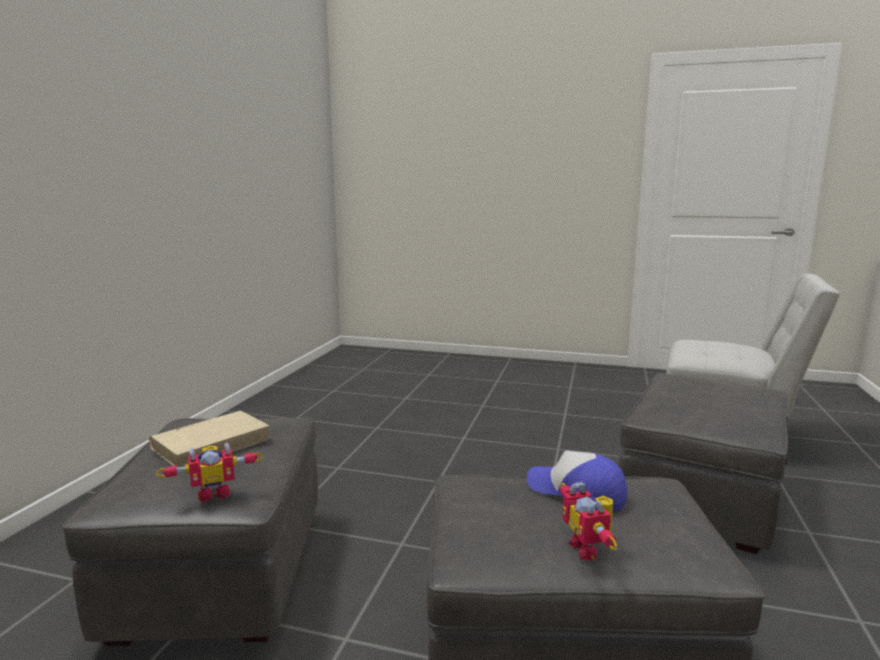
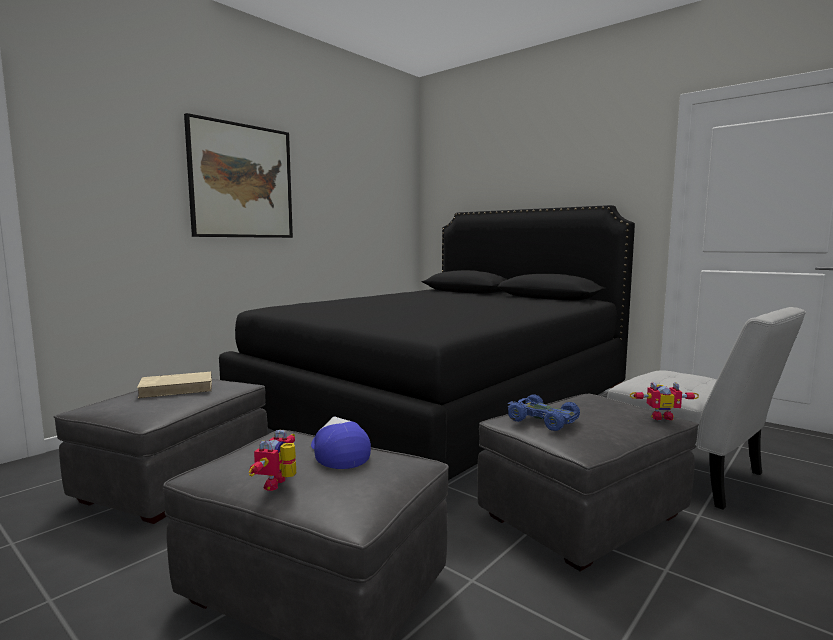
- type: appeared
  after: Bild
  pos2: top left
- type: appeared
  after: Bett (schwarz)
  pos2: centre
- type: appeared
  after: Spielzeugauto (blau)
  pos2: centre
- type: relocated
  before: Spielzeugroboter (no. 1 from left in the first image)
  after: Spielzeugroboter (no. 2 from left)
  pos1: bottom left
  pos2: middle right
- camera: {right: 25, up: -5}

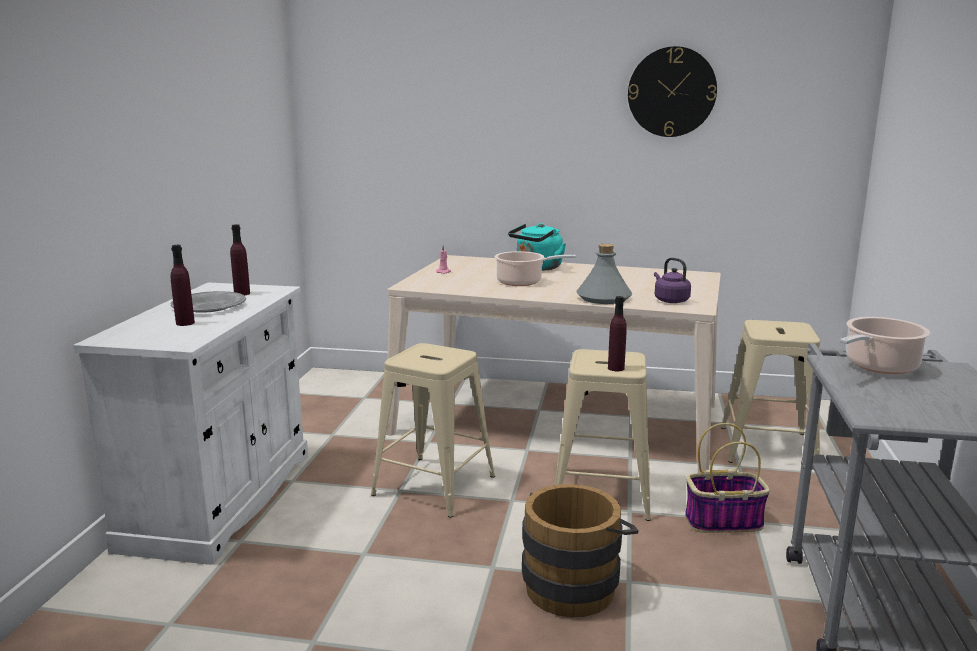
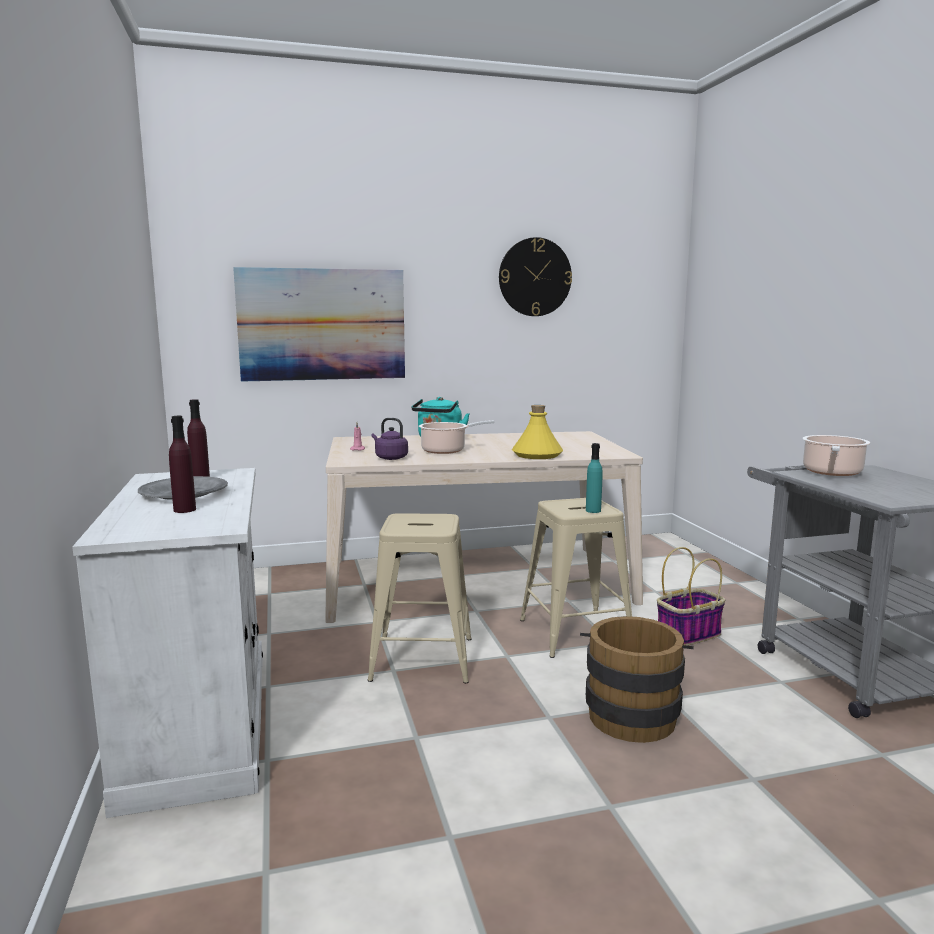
- type: appeared
  after: Bild
  pos2: centre
- type: relocated
  before: Wasserkessel (lila)
  pos1: middle right
  pos2: centre
- type: colour
  before: Flasche (grau)
  after: Flasche (gelb)
  pos1: centre
  pos2: centre
- type: colour
  before: Flasche (lila) (no. 3 from left)
  after: Flasche (türkis)
  pos1: centre
  pos2: centre
- type: missing
  before: Hocker (beige) (no. 3 from left)
  pos1: middle right
- camera: {right: -25, up: -5}

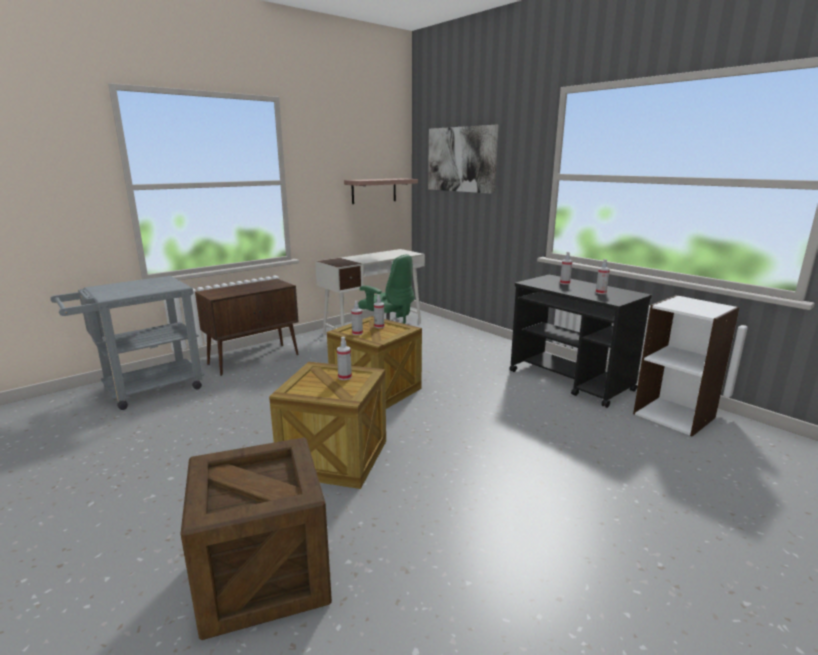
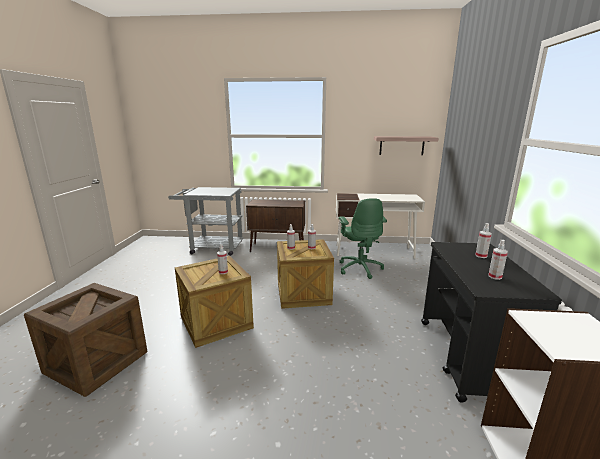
- type: missing
  before: Bild
  pos1: top centre
- camera: {right: 45, up: 0}

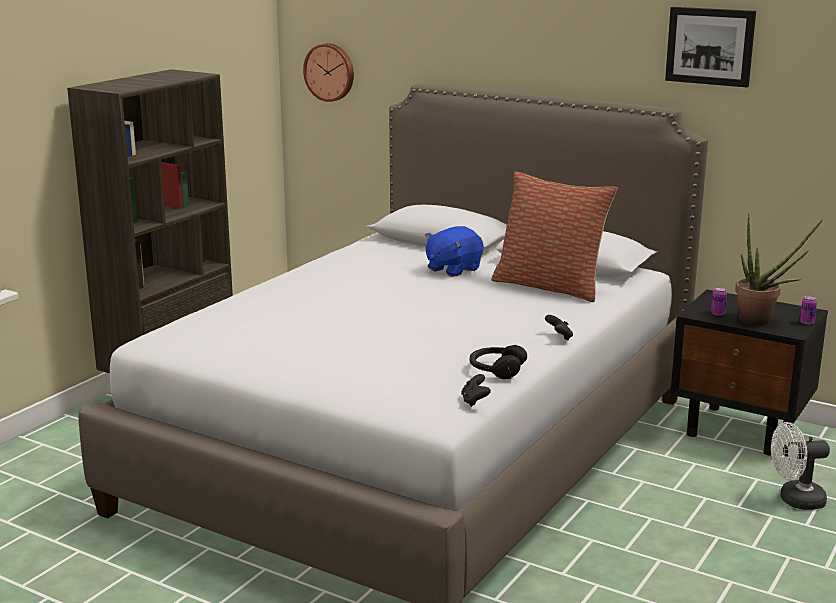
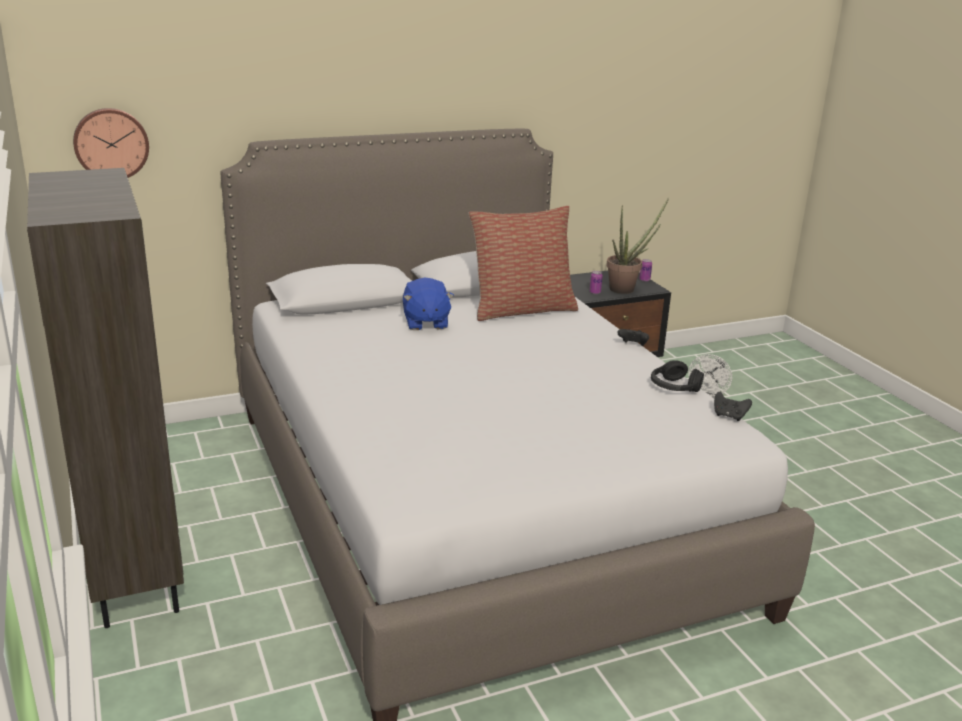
- type: missing
  before: Bild
  pos1: top right
- camera: {right: -55, up: 5}

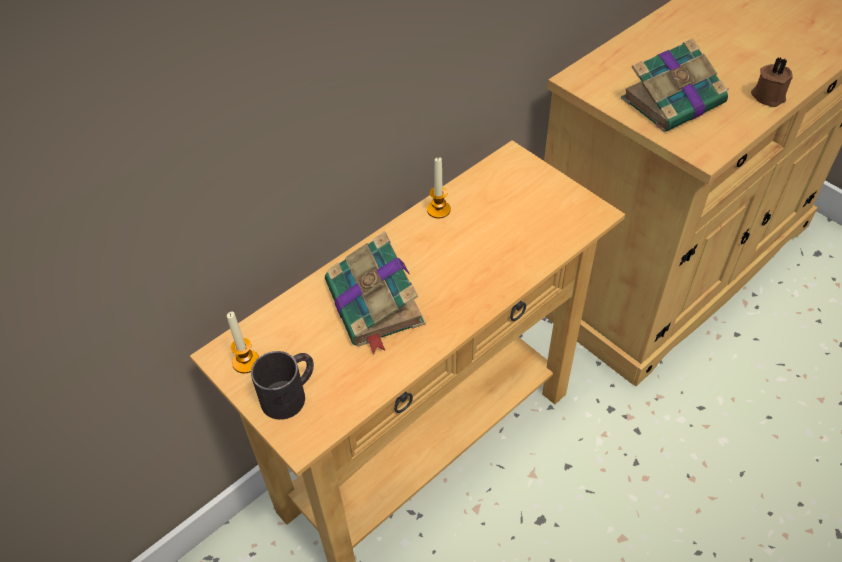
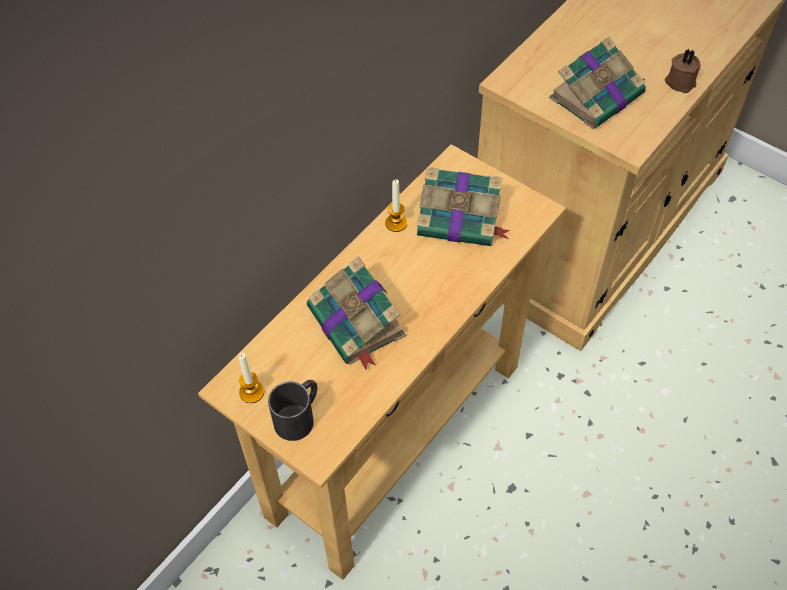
- type: appeared
  after: Buch (no. 2 from left)
  pos2: centre
- camera: {right: -10, up: 5}

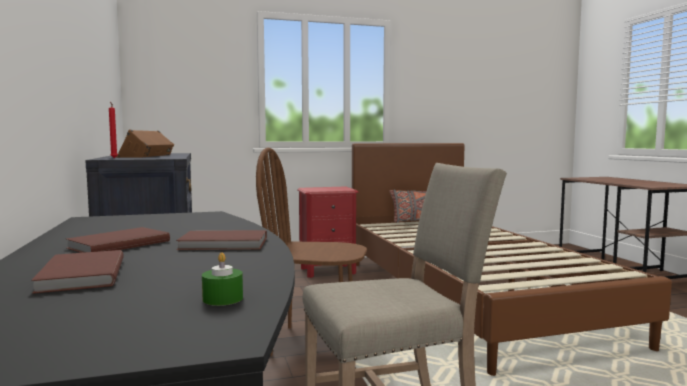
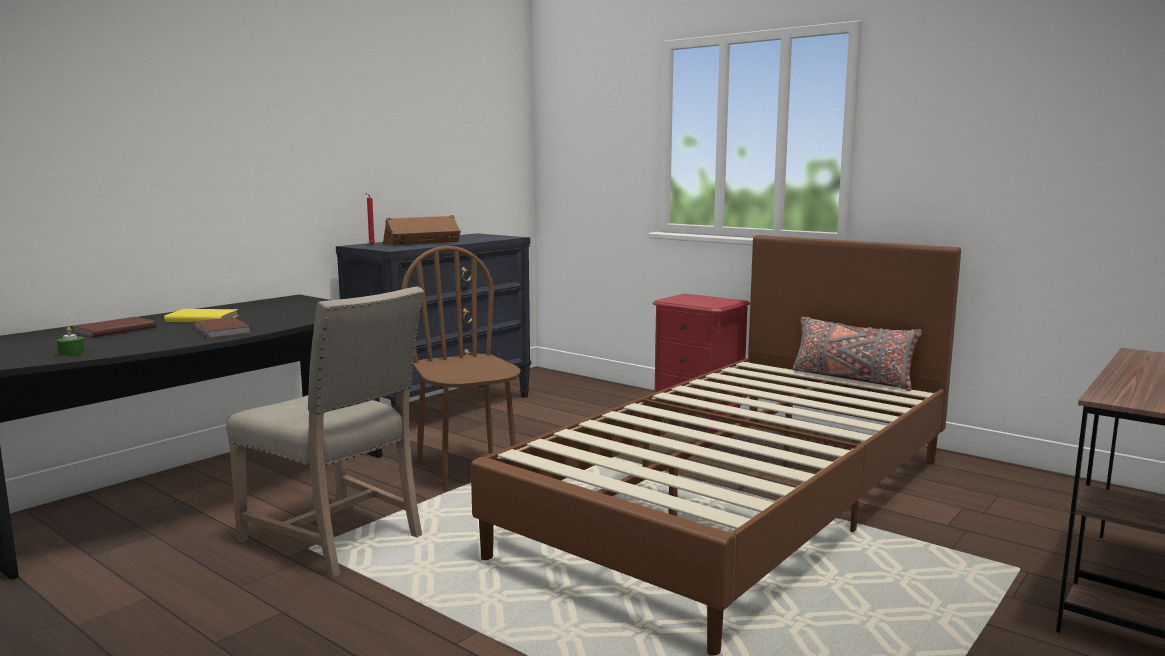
- type: colour
  before: Buch (braun) (no. 2 from left)
  after: Buch (gelb)
  pos1: middle left
  pos2: middle left
- camera: {right: 55, up: 5}

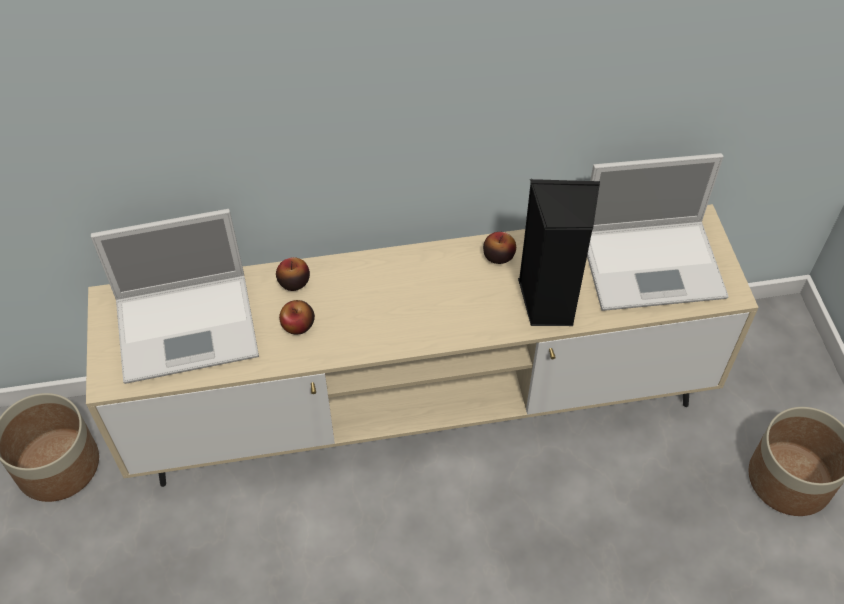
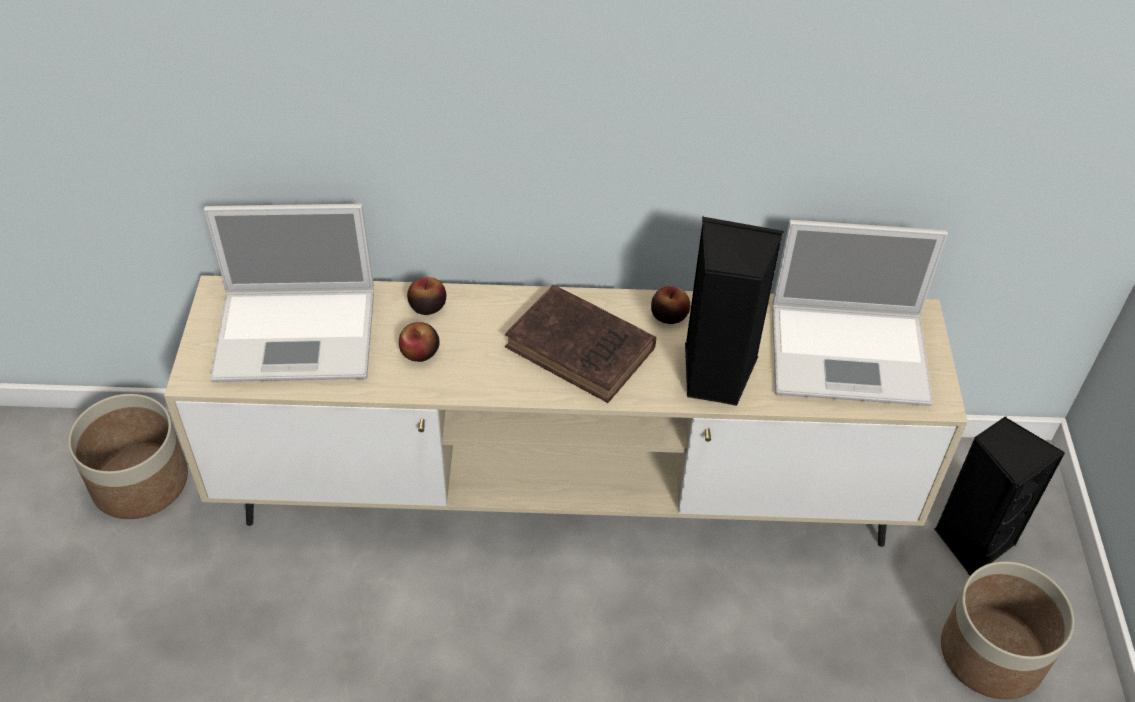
- type: appeared
  after: Buch (braun)
  pos2: centre
- type: appeared
  after: Lautsprecher (schwarz) (no. 2 from left)
  pos2: bottom right
- camera: {right: 10, up: -5}

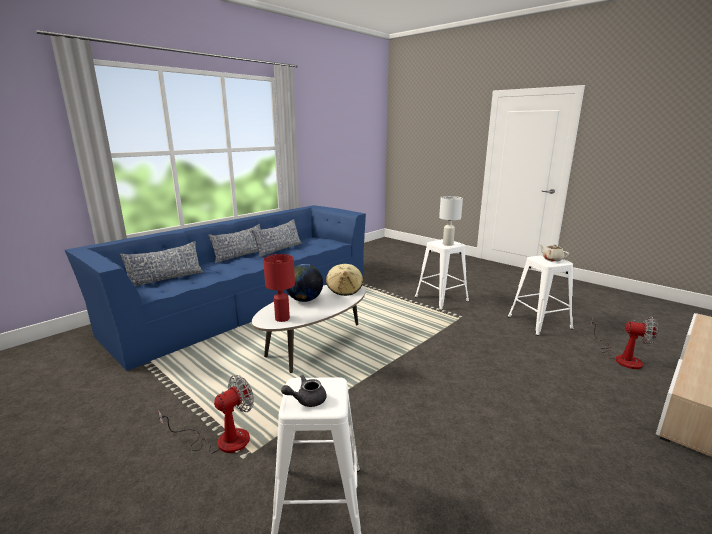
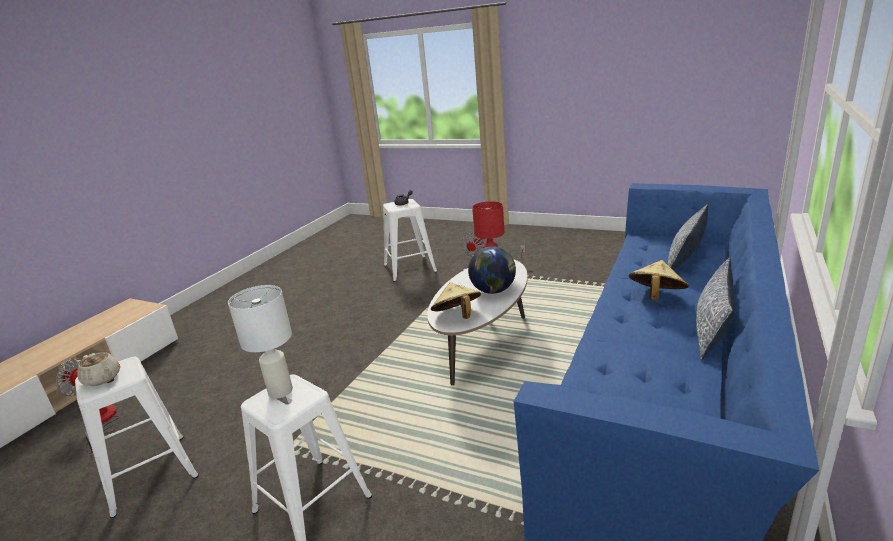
- type: appeared
  after: Hut (beige) (no. 2 from left)
  pos2: middle right
- type: missing
  before: Kissen (no. 3 from left)
  pos1: centre
- camera: {right: 165, up: 5}

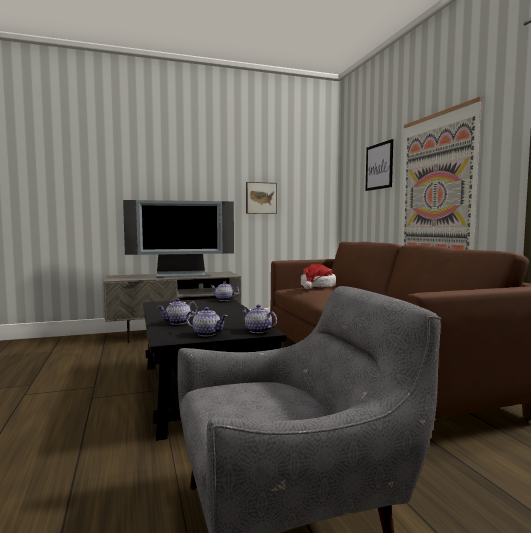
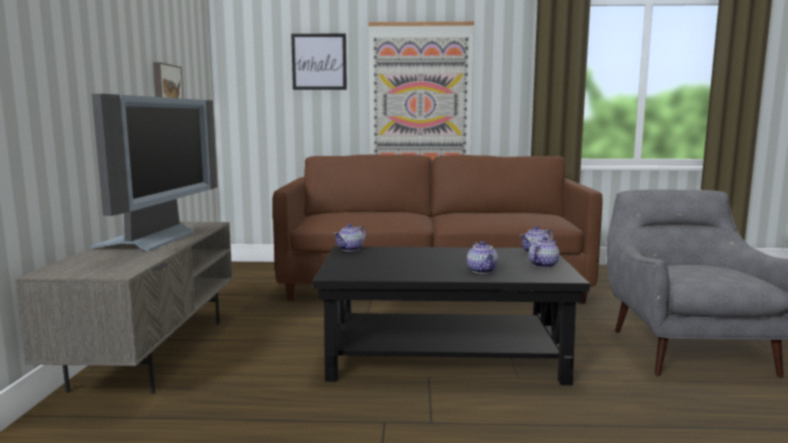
- type: missing
  before: Hut
  pos1: centre
- camera: {right: -70, up: 5}

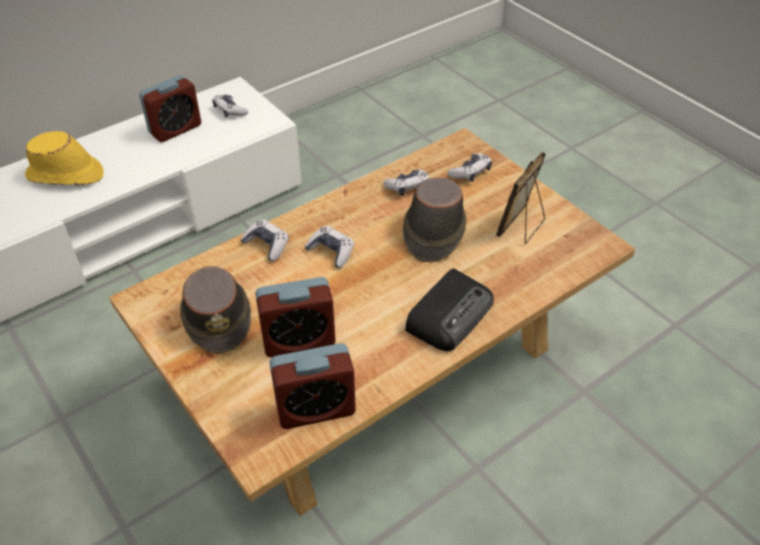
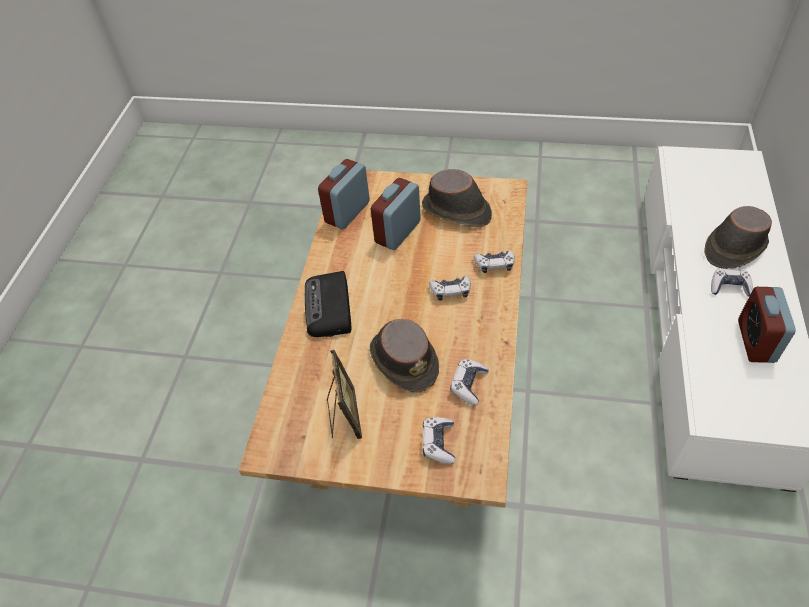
- type: colour
  before: Hut (gelb)
  after: Hut (braun) (no. 3 from left)
  pos1: top left
  pos2: middle right
- type: relocated
  before: Gamepad (no. 1 from left in the first image)
  after: Gamepad (no. 5 from left)
  pos1: top left
  pos2: middle right
- camera: {right: 140, up: 5}

